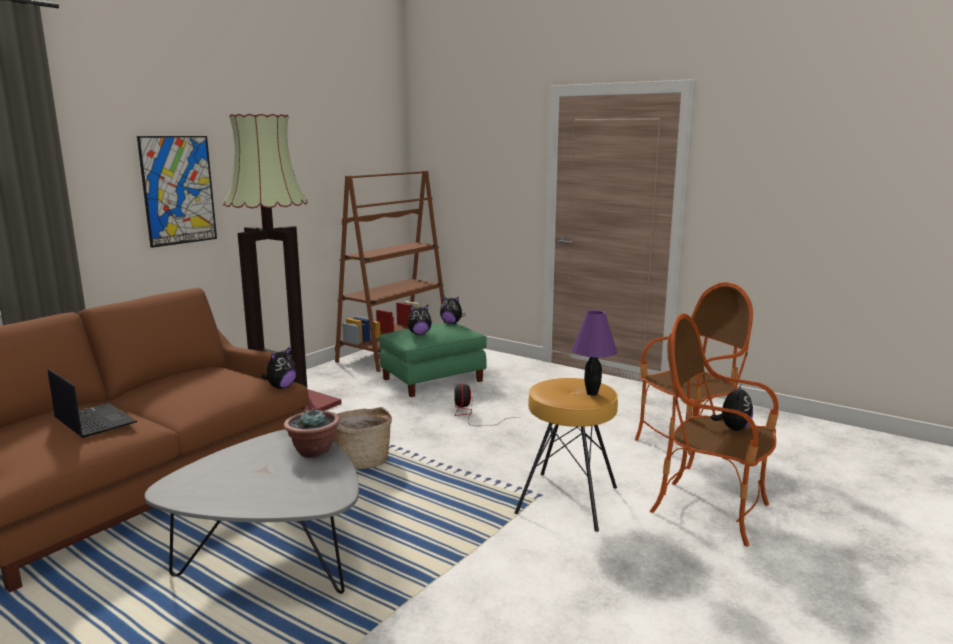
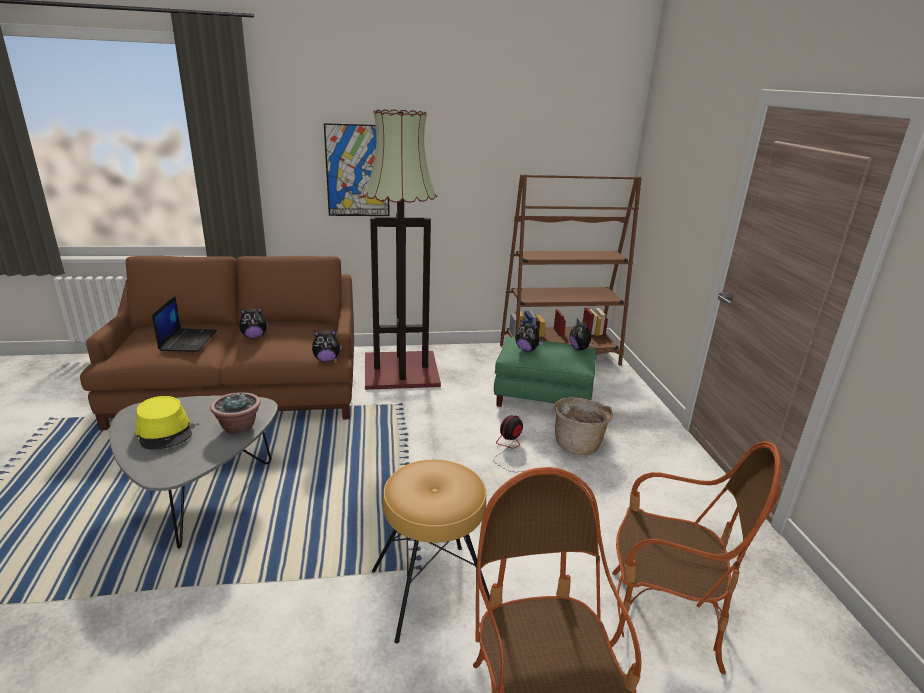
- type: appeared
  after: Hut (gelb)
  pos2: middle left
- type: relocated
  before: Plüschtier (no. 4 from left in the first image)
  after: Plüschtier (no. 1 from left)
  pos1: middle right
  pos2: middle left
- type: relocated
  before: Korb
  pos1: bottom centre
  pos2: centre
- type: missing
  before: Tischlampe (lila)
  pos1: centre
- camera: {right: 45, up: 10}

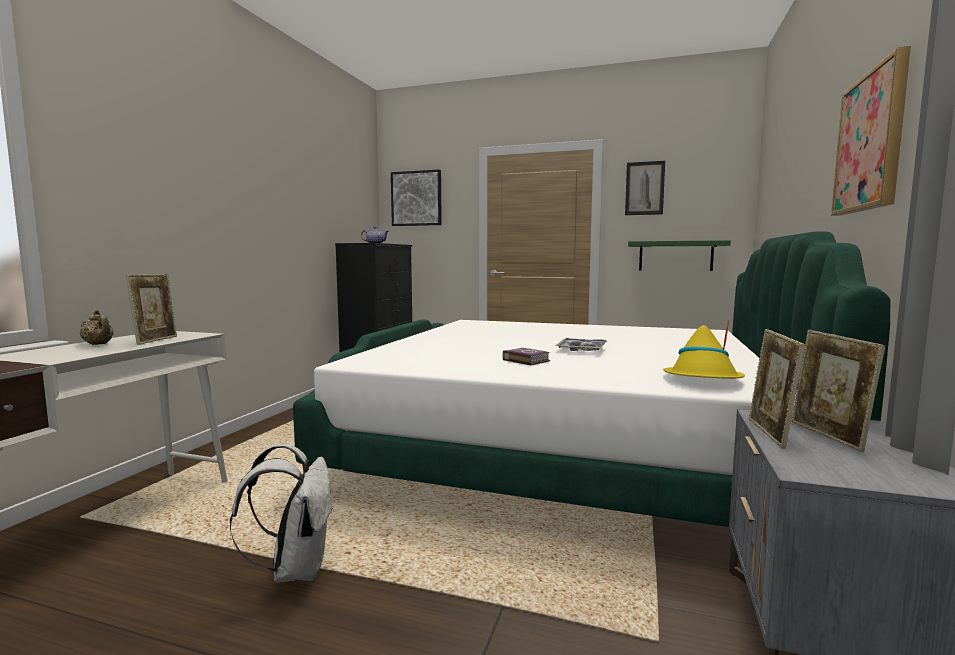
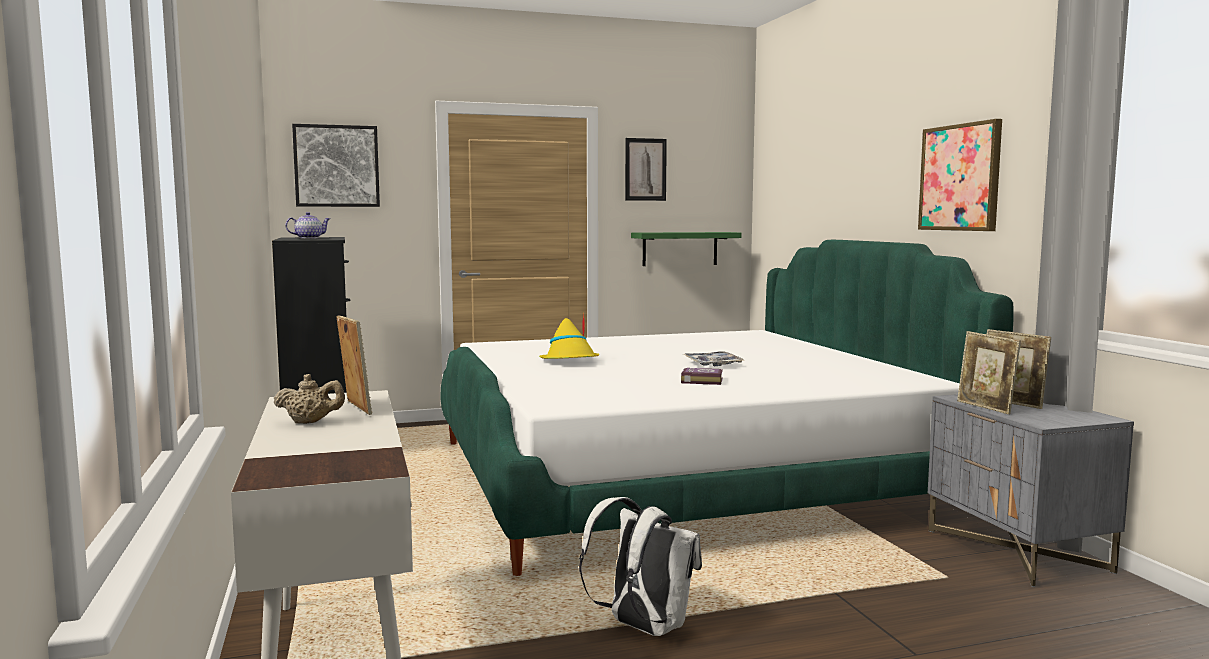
- type: relocated
  before: Hut (gelb)
  pos1: middle right
  pos2: centre
- camera: {right: -35, up: 0}

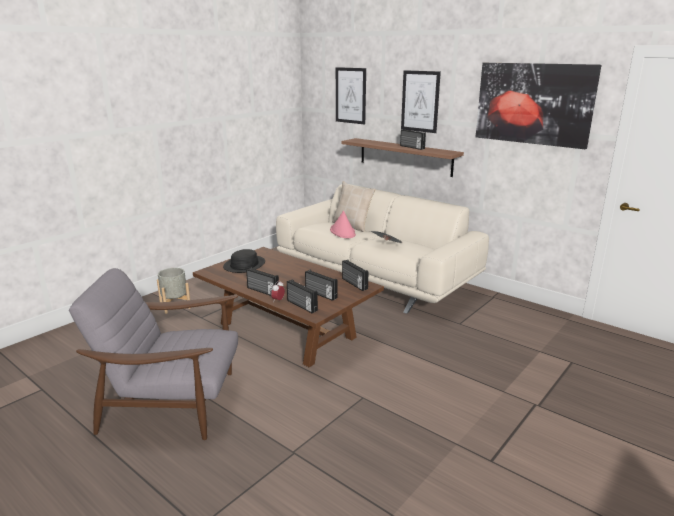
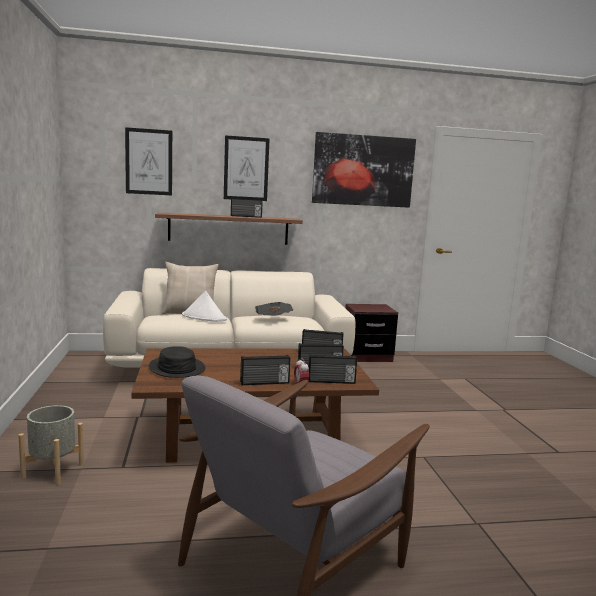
- type: colour
  before: Hut (rosa)
  after: Hut (weiß)
  pos1: centre
  pos2: centre
- type: appeared
  after: Nachttisch (braun)
  pos2: centre
- camera: {right: -50, up: -10}

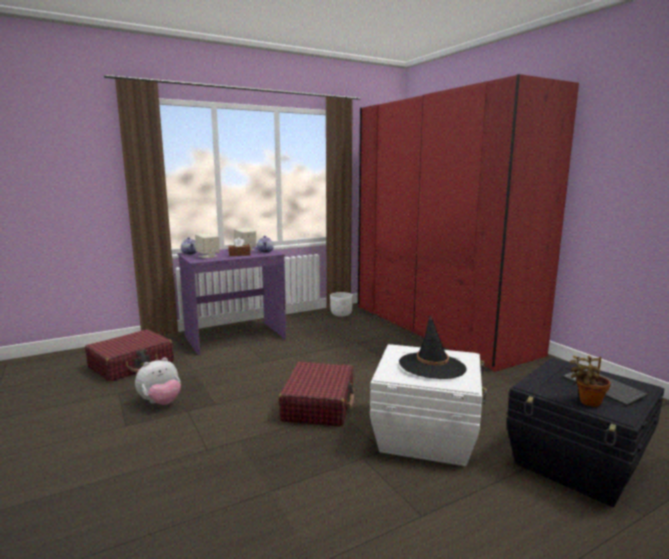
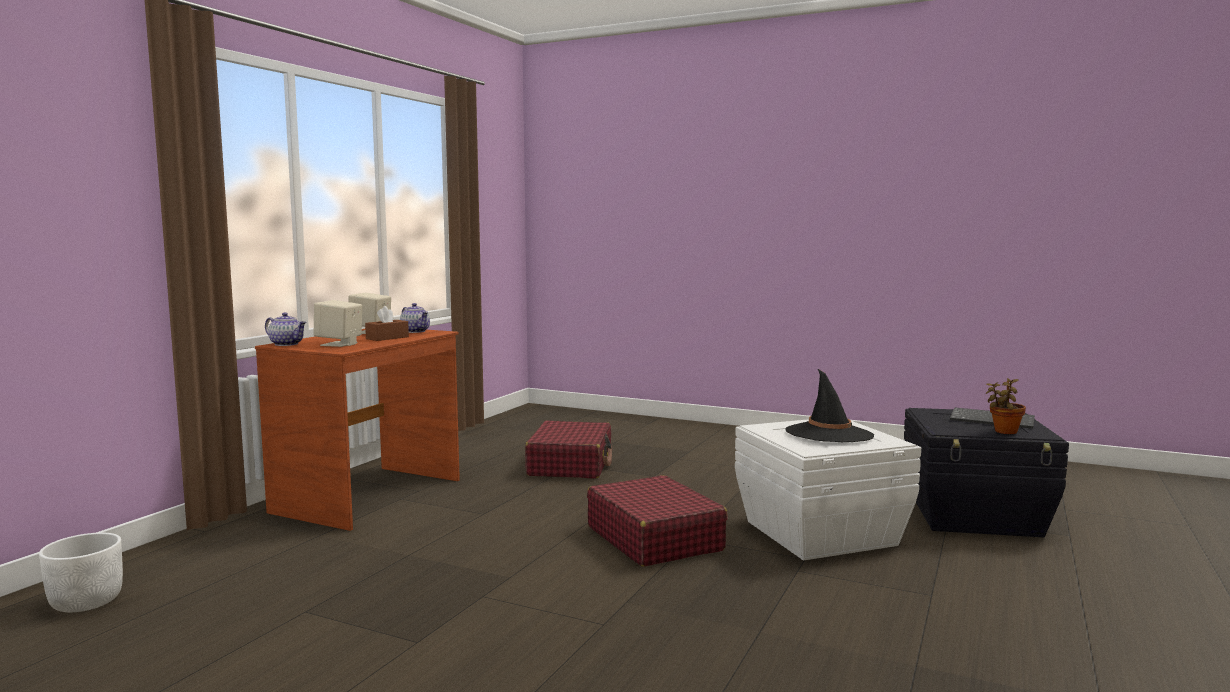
- type: relocated
  before: Pflanzkübel (weiß)
  pos1: centre
  pos2: bottom left
- type: colour
  before: Schreibtisch (lila)
  after: Schreibtisch (braun)
  pos1: centre
  pos2: middle left
- type: relocated
  before: Koffer (rot) (no. 1 from left)
  pos1: middle left
  pos2: centre
- type: missing
  before: Plüschtier
  pos1: bottom left
- type: missing
  before: Kleiderschrank (rot)
  pos1: middle right
- camera: {right: -35, up: -5}

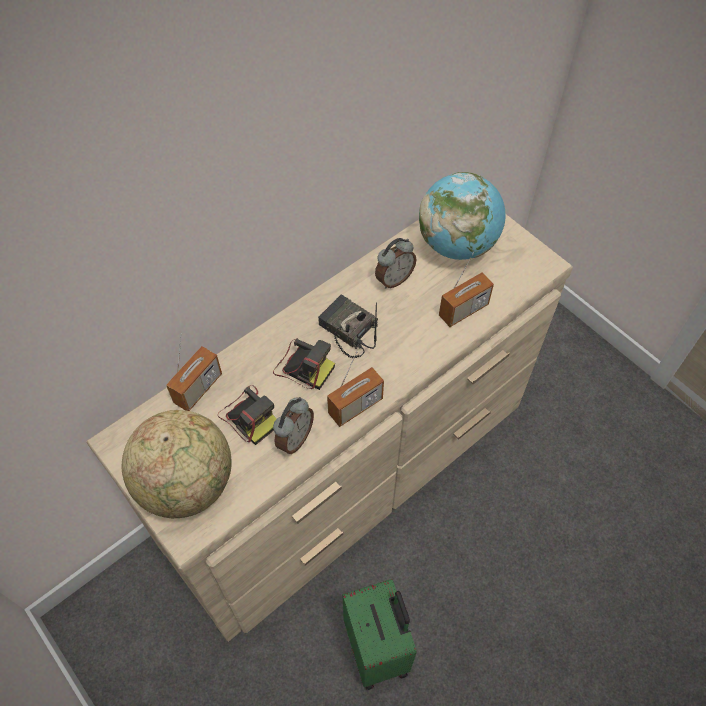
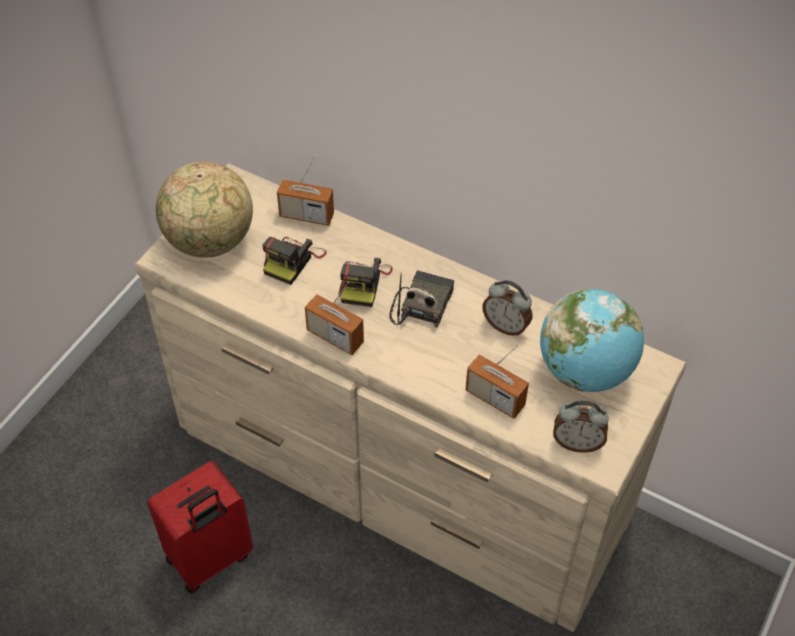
- type: colour
  before: Koffer (grün)
  after: Koffer (rot)
  pos1: bottom centre
  pos2: bottom left
- type: relocated
  before: Wecker (no. 1 from left in the first image)
  after: Wecker (no. 2 from left)
  pos1: centre
  pos2: bottom right
- camera: {right: 70, up: -5}

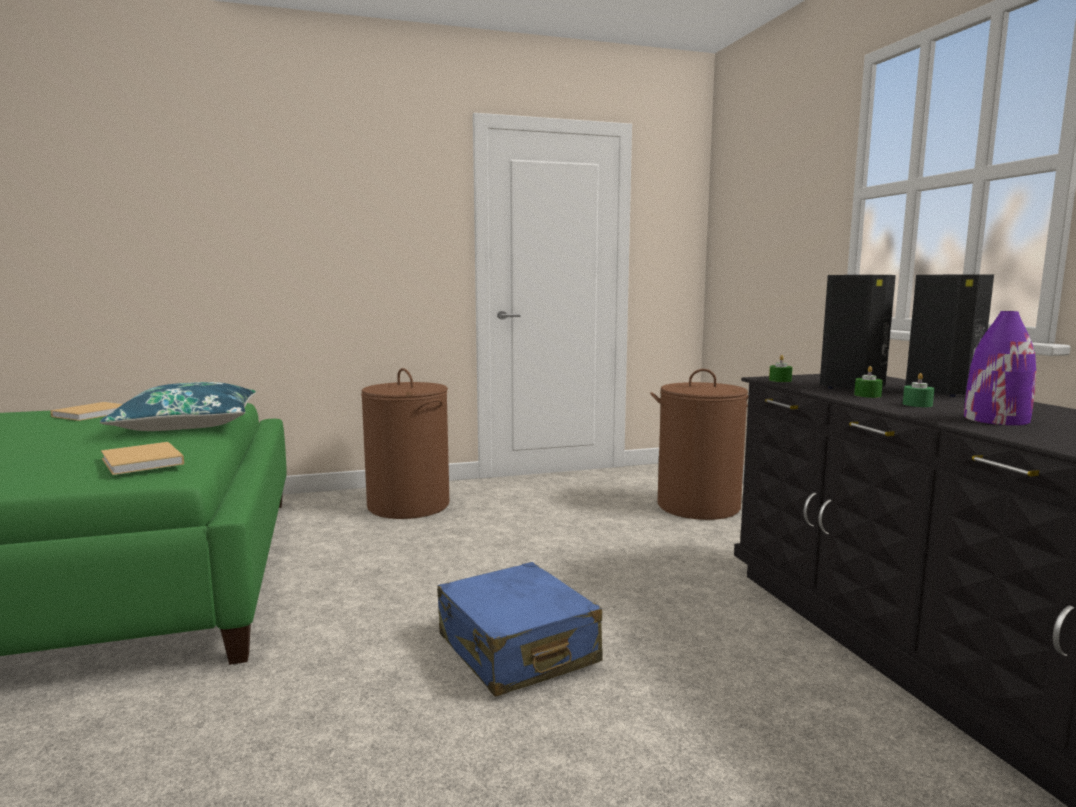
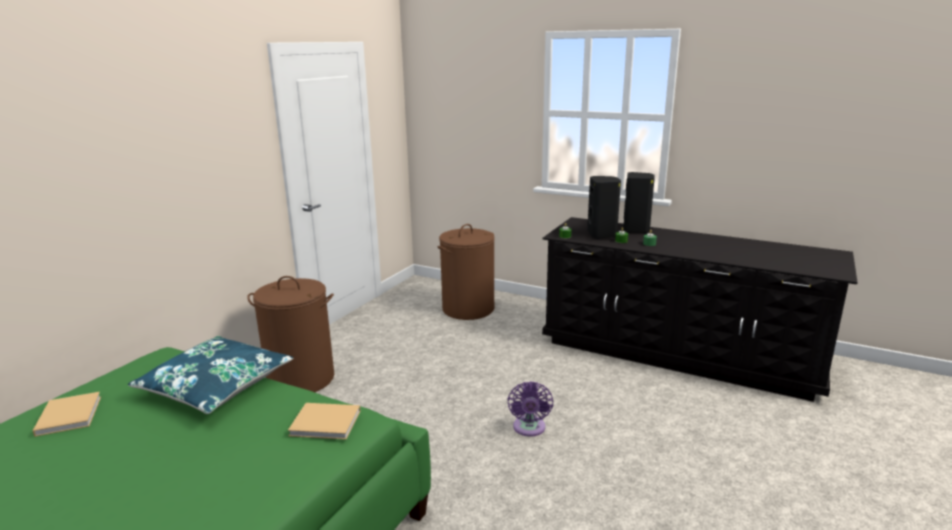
- type: exchanged
  before: Koffer (blau)
  after: Ventilator (lila)
  pos1: bottom centre
  pos2: bottom centre
- type: missing
  before: Vase (lila)
  pos1: middle right
- camera: {right: -45, up: 10}

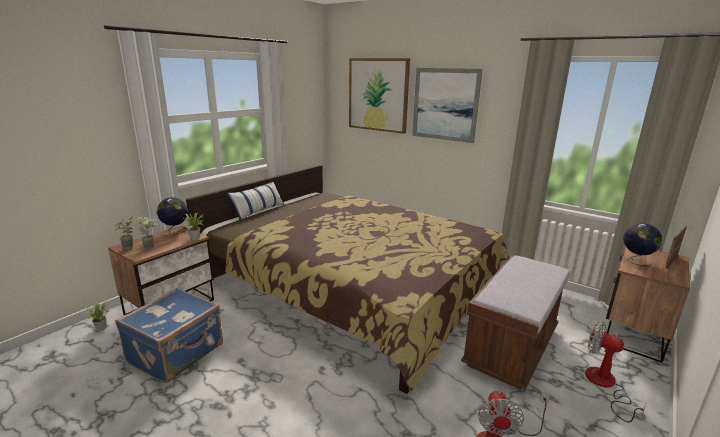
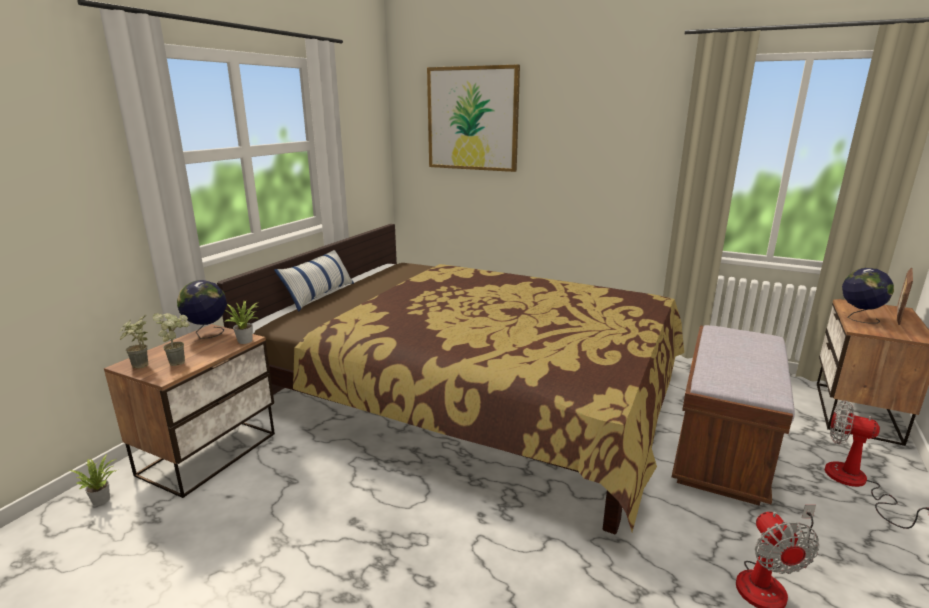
- type: missing
  before: Koffer (blau)
  pos1: bottom left
- type: missing
  before: Bild (no. 2 from left)
  pos1: top centre
- camera: {right: -10, up: 0}

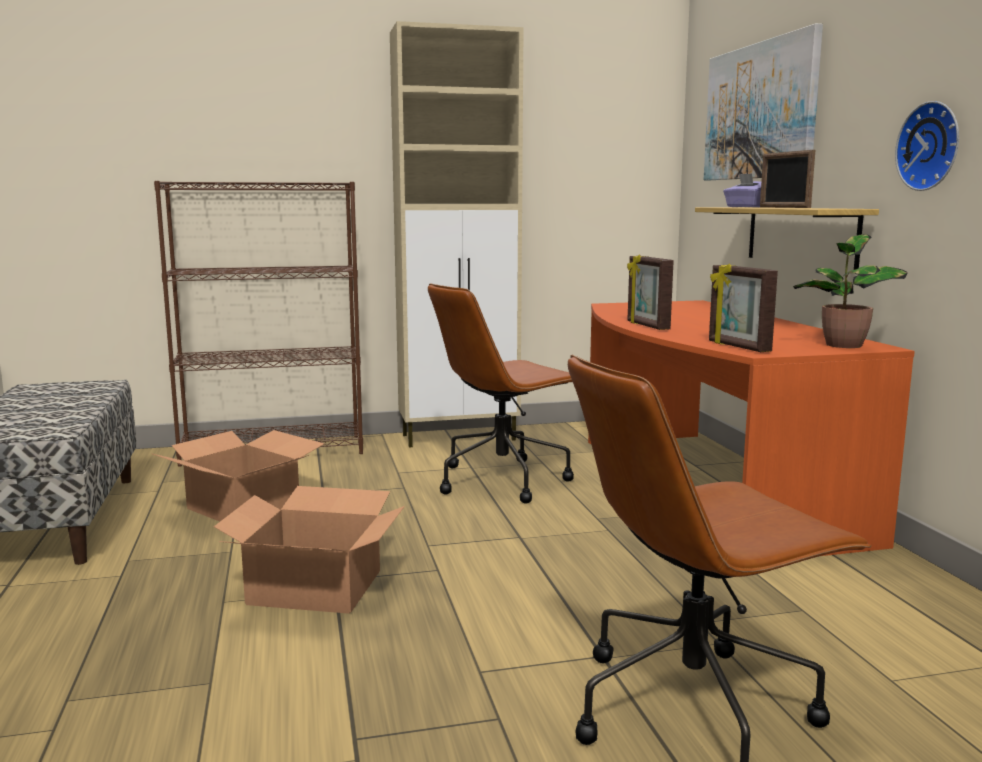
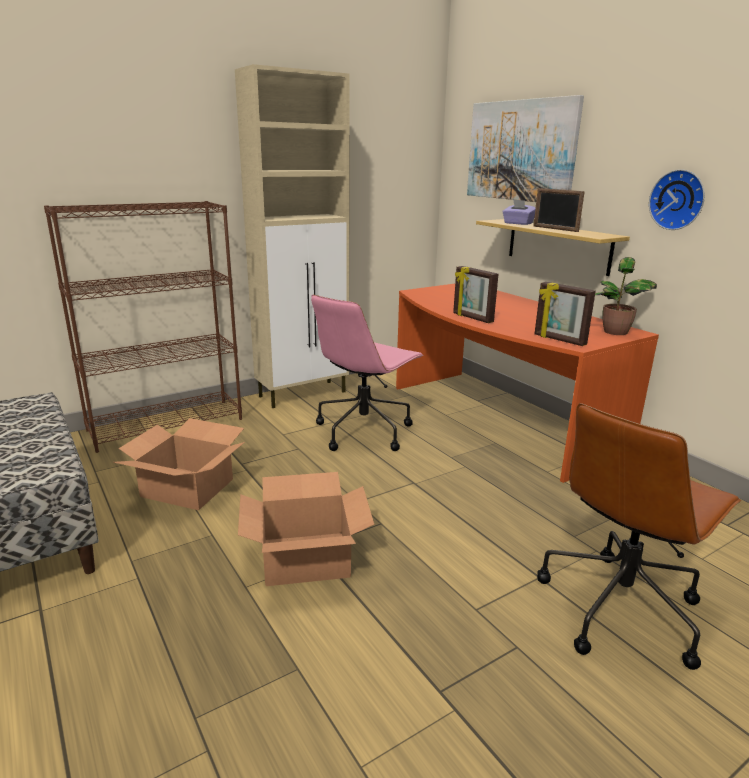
- type: colour
  before: Bürostuhl (braun) (no. 1 from left)
  after: Bürostuhl (rosa)
  pos1: centre
  pos2: centre
- camera: {right: -20, up: 10}

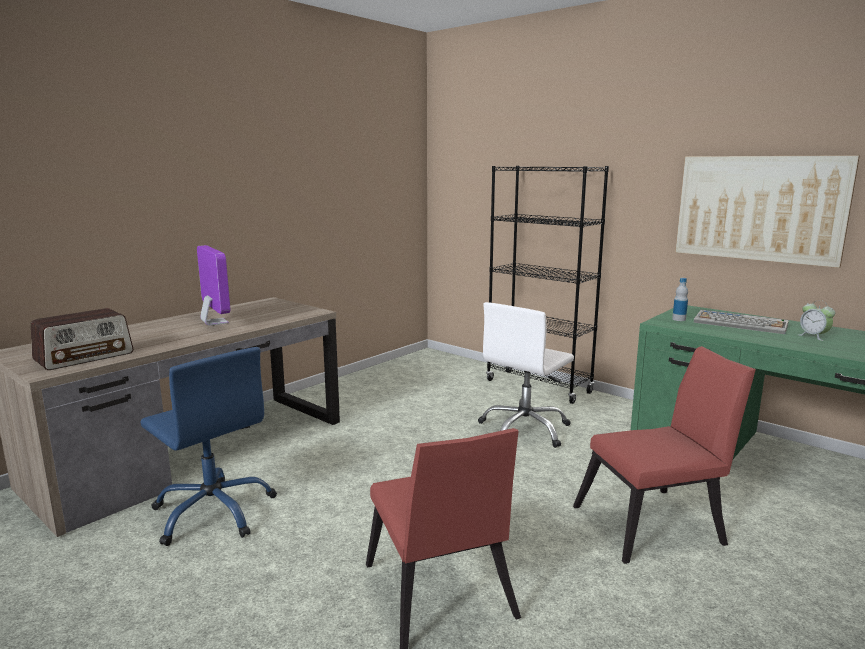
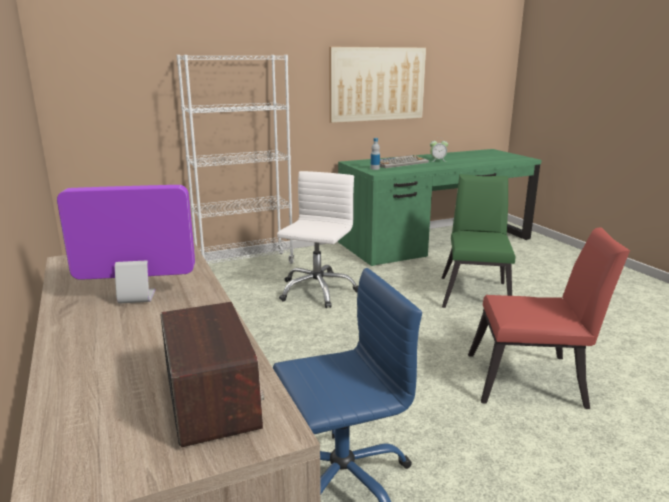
- type: colour
  before: Bücherregal (schwarz)
  after: Bücherregal (weiß)
  pos1: centre
  pos2: top centre
- type: spun
  before: Bürostuhl (weiß)
  pos1: centre
  pos2: centre
  turn: -135
- type: colour
  before: Stuhl (rot) (no. 2 from left)
  after: Stuhl (grün)
  pos1: bottom right
  pos2: middle right
- camera: {right: -65, up: 5}

